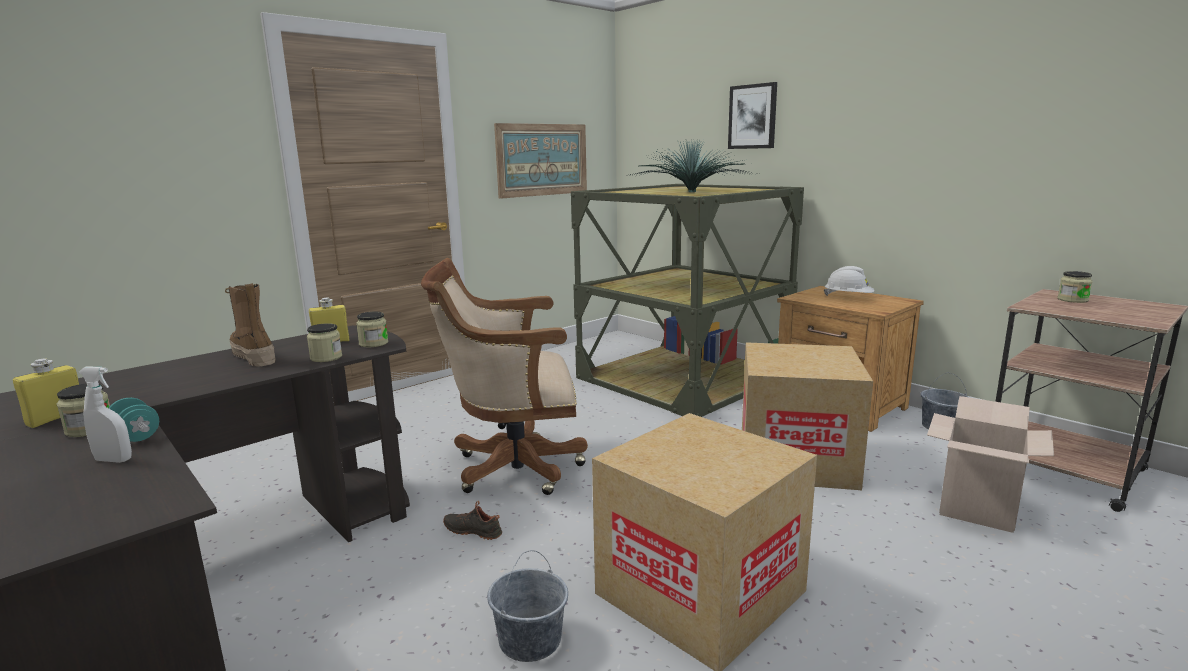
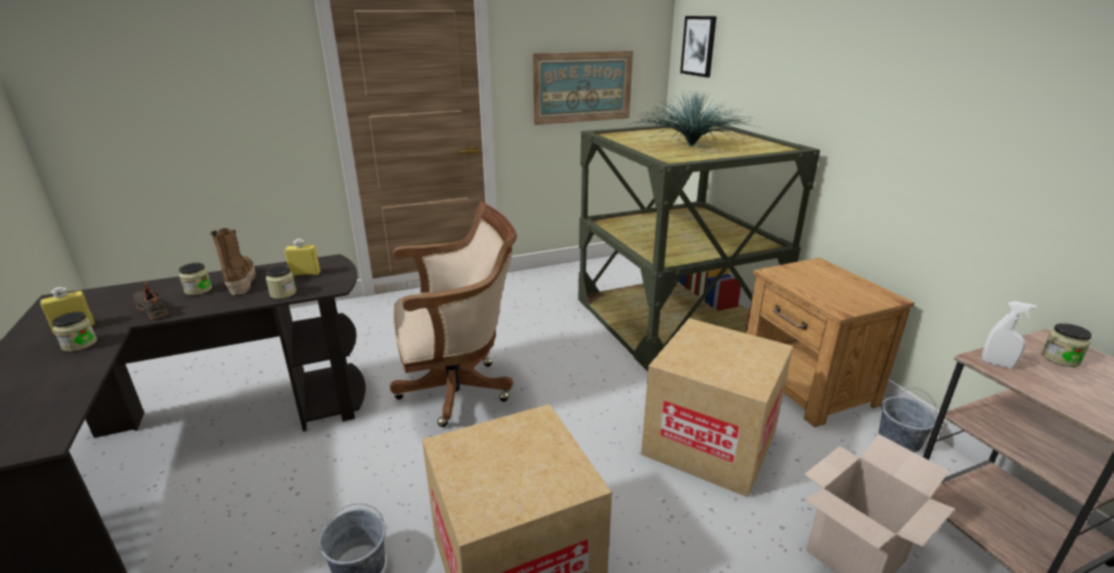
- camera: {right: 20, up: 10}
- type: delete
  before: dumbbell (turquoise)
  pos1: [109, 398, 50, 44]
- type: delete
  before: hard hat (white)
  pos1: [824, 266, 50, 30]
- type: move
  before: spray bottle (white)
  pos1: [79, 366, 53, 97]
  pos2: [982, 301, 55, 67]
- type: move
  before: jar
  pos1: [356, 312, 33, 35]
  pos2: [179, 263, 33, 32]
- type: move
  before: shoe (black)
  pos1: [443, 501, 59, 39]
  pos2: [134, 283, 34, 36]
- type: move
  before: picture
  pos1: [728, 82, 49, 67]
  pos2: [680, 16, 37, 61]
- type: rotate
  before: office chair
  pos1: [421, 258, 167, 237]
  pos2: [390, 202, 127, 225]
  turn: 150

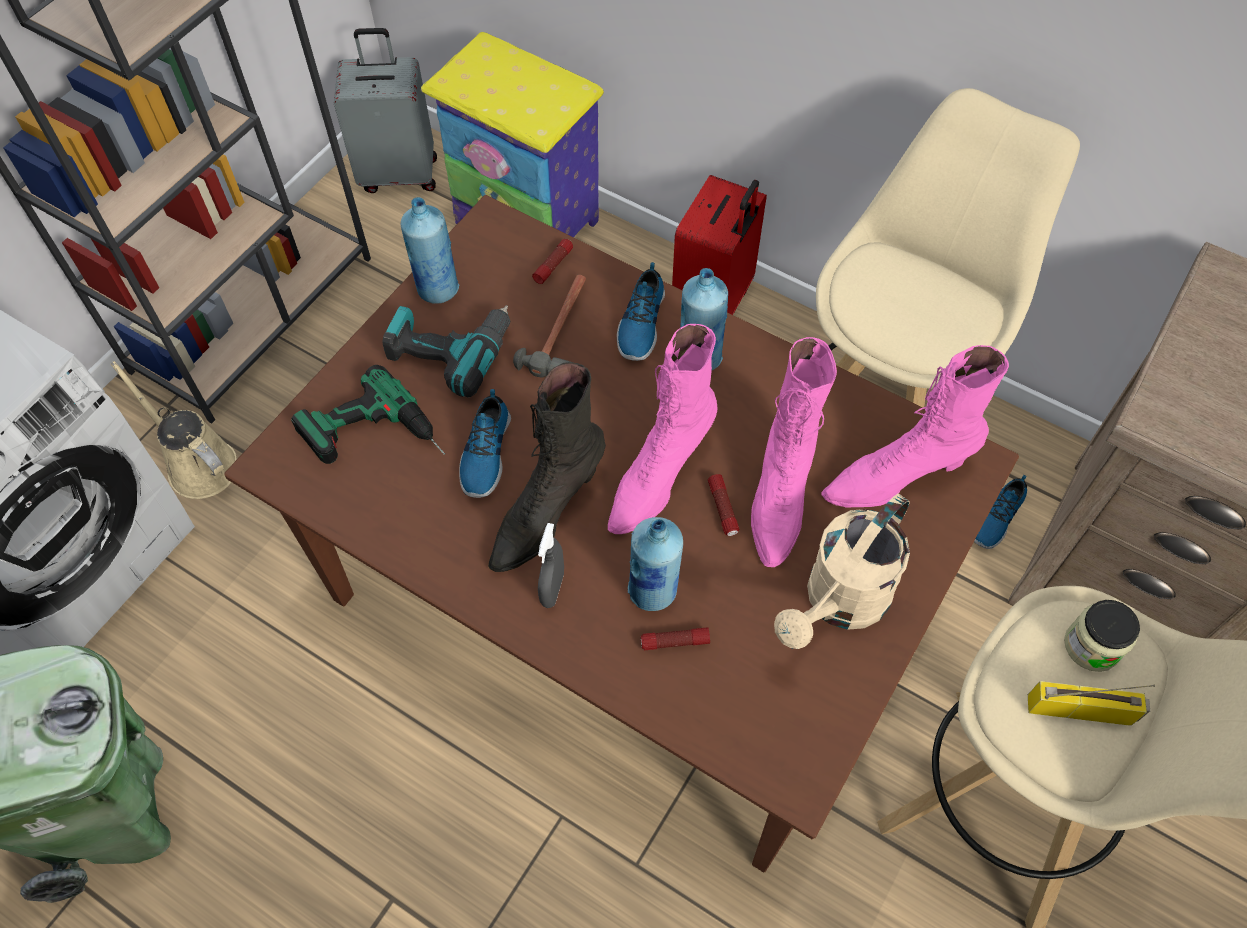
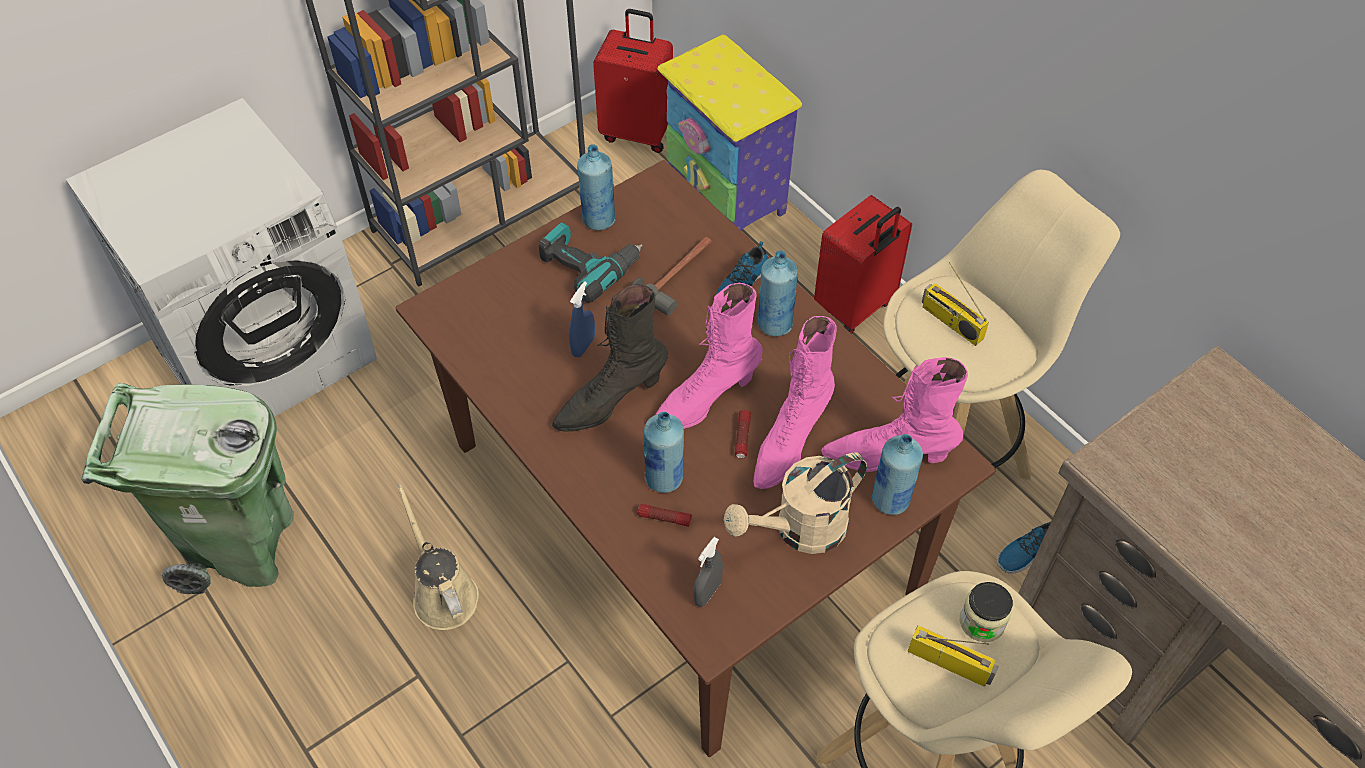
- camera: {right: 20, up: -5}
- type: delete
  before: power drill
  pos1: [291, 365, 154, 99]
- type: delete
  before: flashlight
  pos1: [532, 239, 41, 45]
- type: insert
  after: bottle (blue)
  pos2: [872, 434, 51, 81]
- type: insert
  after: radio
  pos2: [922, 262, 67, 84]
- type: move
  before: watering can (beige)
  pos1: [111, 361, 126, 138]
  pos2: [397, 484, 82, 146]
- type: move
  before: spray bottle (grey)
  pos1: [538, 523, 26, 85]
  pos2: [693, 537, 30, 70]
- type: replace
  before: shoe
  after: spray bottle (blue)
  pos1: [459, 389, 52, 109]
  pos2: [569, 281, 26, 76]
- type: recolor
  before: suitcase (grey)
  after: suitcase (red)
  pos1: [334, 28, 103, 165]
  pos2: [593, 9, 80, 144]

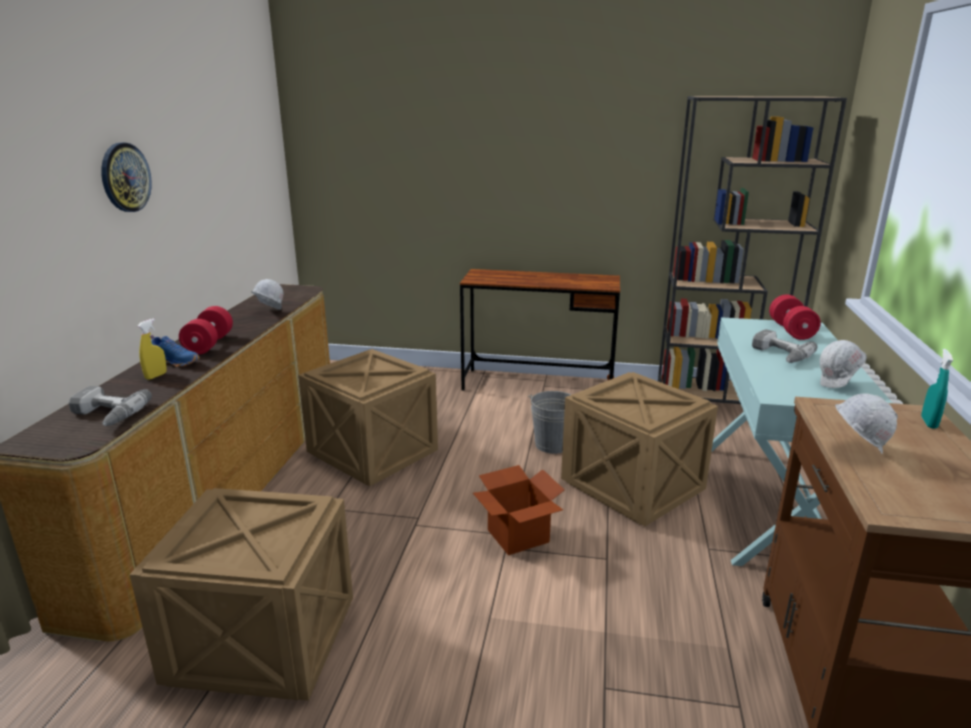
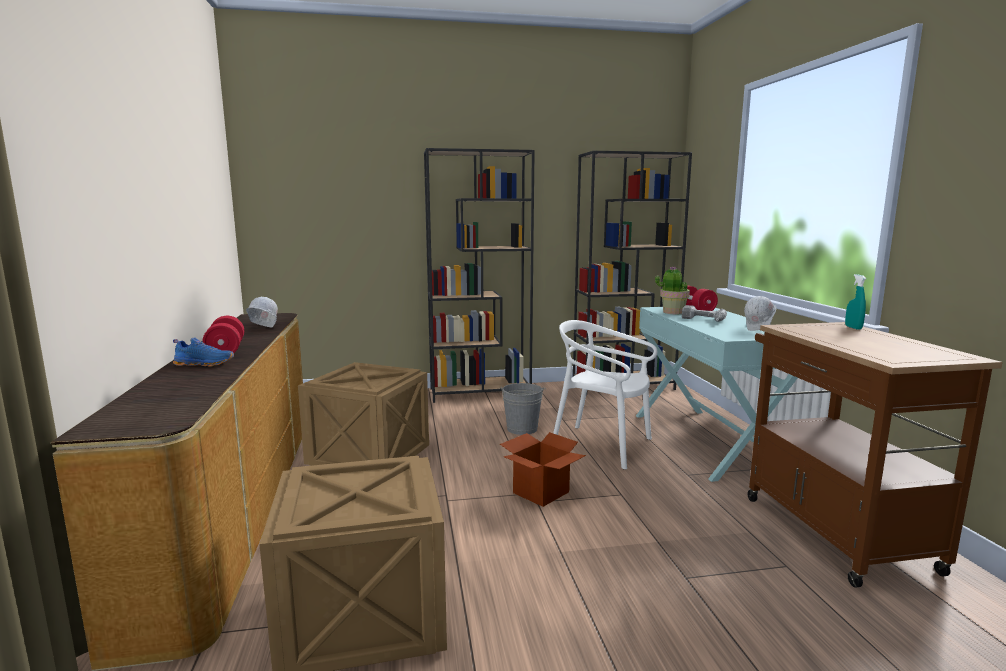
- camera: {right: -20, up: -10}
- type: delete
  before: power drill
  pos1: [69, 386, 83, 40]
- type: delete
  before: wall clock
  pos1: [101, 143, 51, 69]
- type: delete
  before: spray bottle (yellow)
  pos1: [138, 318, 29, 62]
- type: delete
  before: hard hat (white)
  pos1: [836, 394, 62, 59]
- type: insert
  after: potted plant
  pos2: [655, 266, 35, 48]
- type: replace
  before: desk (brown)
  after: bookcase
  pos1: [460, 269, 160, 122]
  pos2: [424, 148, 111, 255]
- type: replace
  before: crate
  after: chair (white)
  pos1: [561, 372, 157, 154]
  pos2: [553, 320, 104, 150]

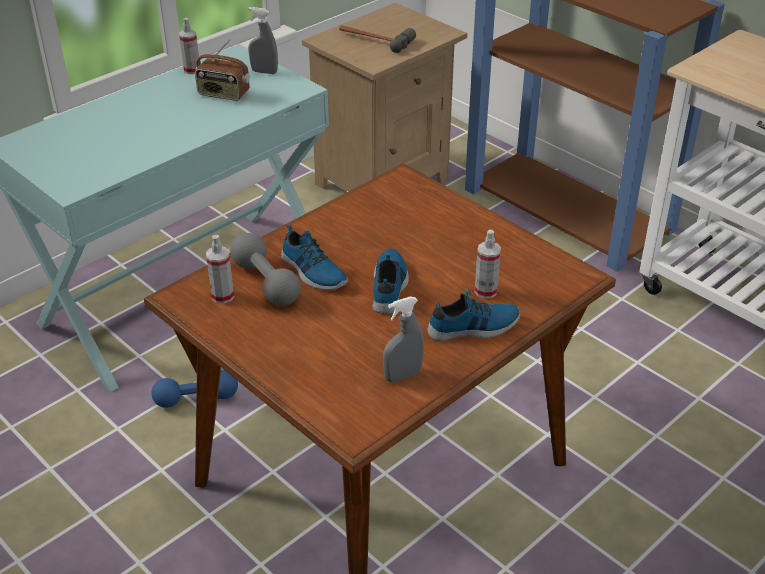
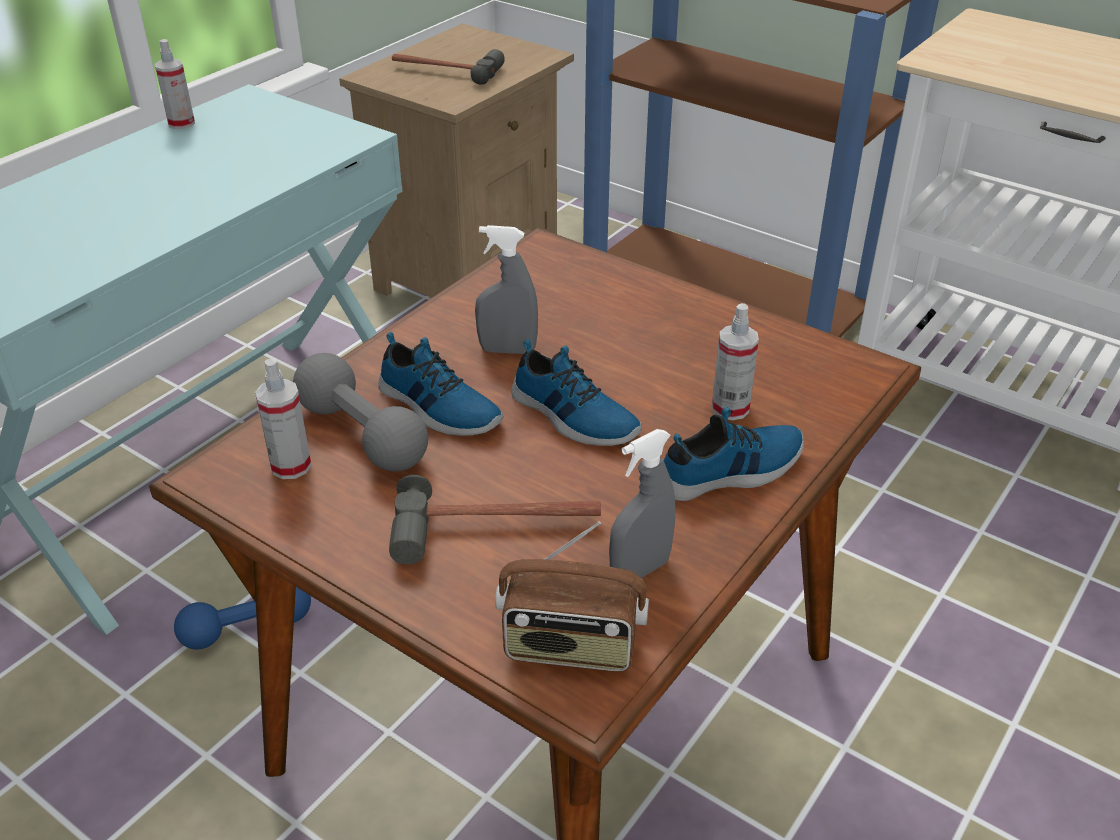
- camera: {right: -10, up: 0}
- type: insert
  after: hammer
  pos2: [389, 475, 212, 89]
- type: move
  before: radio
  pos1: [195, 39, 55, 62]
  pos2: [495, 521, 154, 151]
- type: move
  before: spray bottle (grey)
  pos1: [248, 7, 30, 67]
  pos2: [475, 225, 63, 129]
- type: rotate
  before: shoe
  pos1: [373, 249, 36, 65]
  pos2: [512, 339, 130, 107]
  turn: 135

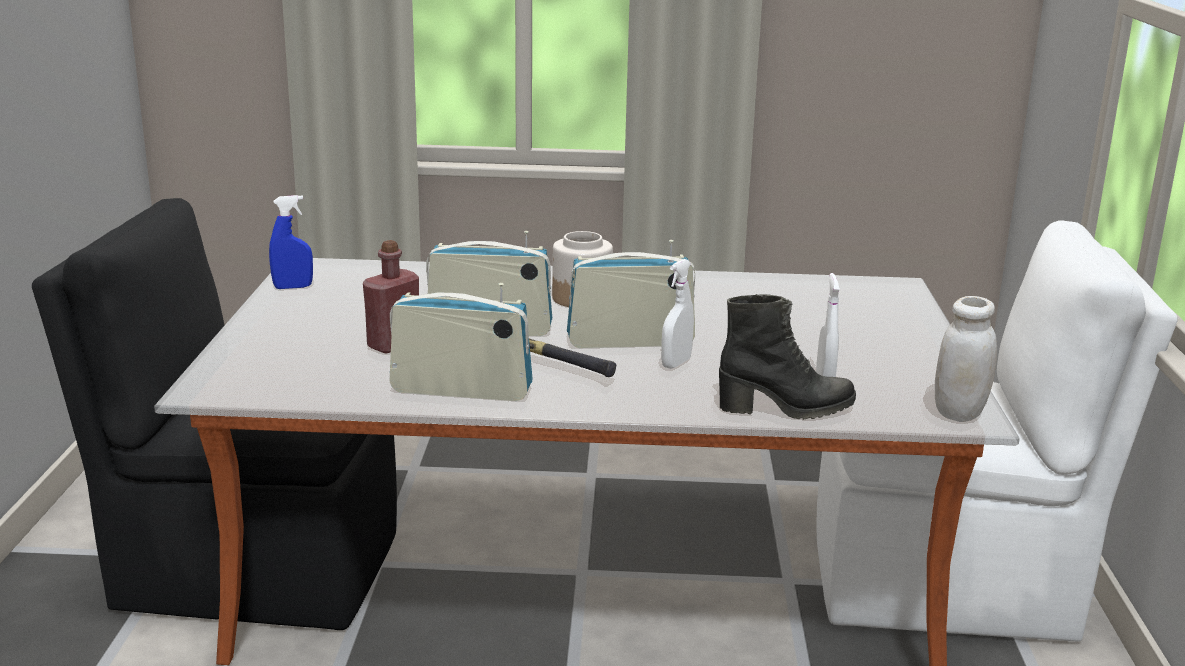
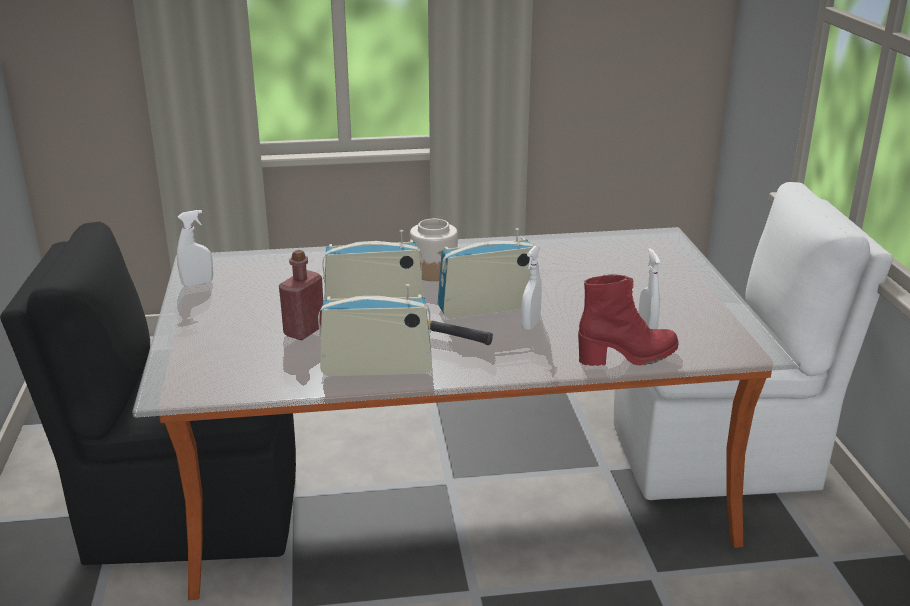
- camera: {right: -10, up: 5}
- type: delete
  before: jar (white)
  pos1: [935, 296, 62, 126]
- type: recolor
  before: spray bottle (blue)
  after: spray bottle (white)
  pos1: [269, 195, 44, 94]
  pos2: [177, 210, 36, 77]
- type: recolor
  before: boot (black)
  after: boot (red)
  pos1: [719, 294, 137, 126]
  pos2: [578, 274, 101, 92]

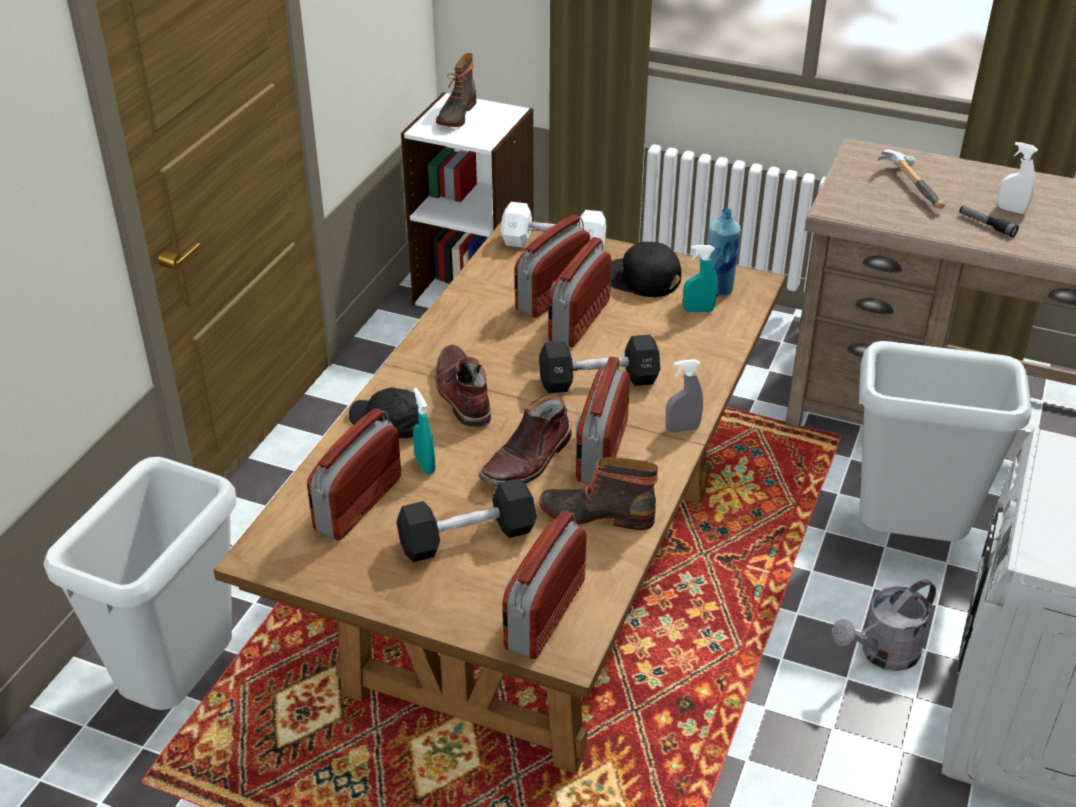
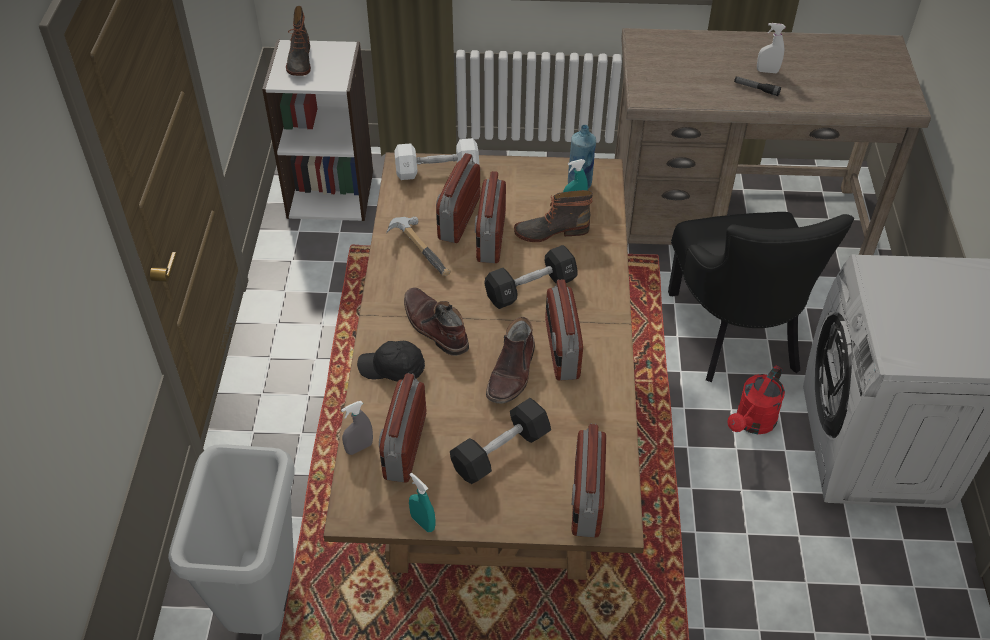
- camera: {right: -20, up: 10}
- type: delete
  before: cap (black)
  pos1: [610, 242, 71, 55]
- type: move
  before: spray bottle (turquoise)
  pos1: [413, 388, 22, 87]
  pos2: [409, 473, 26, 59]
- type: move
  before: boot
  pos1: [539, 457, 119, 73]
  pos2: [514, 190, 79, 52]
- type: move
  before: spray bottle (grey)
  pos1: [666, 359, 37, 74]
  pos2: [341, 401, 32, 54]
- type: move
  before: hammer
  pos1: [878, 149, 67, 60]
  pos2: [386, 217, 65, 59]
- type: replace
  before: trash can (grey)
  after: chair (black)
  pos1: [859, 341, 173, 200]
  pos2: [668, 212, 186, 170]
- type: recolor
  before: watering can (grey)
  after: watering can (red)
  pos1: [832, 579, 104, 92]
  pos2: [727, 365, 58, 69]

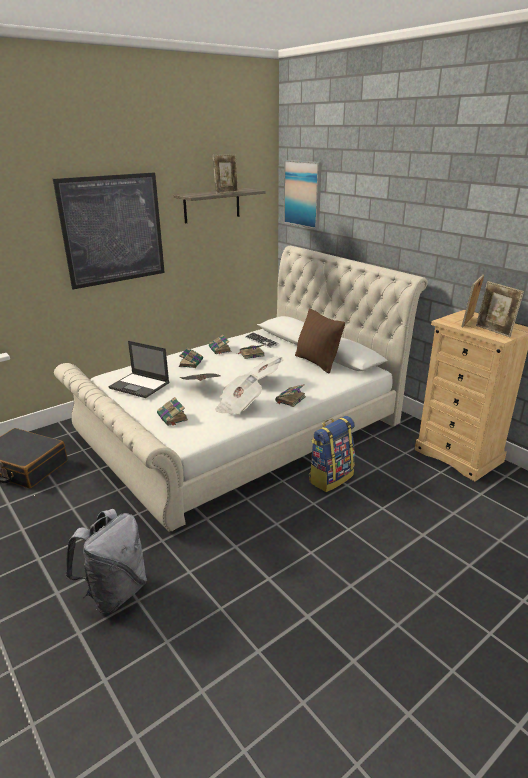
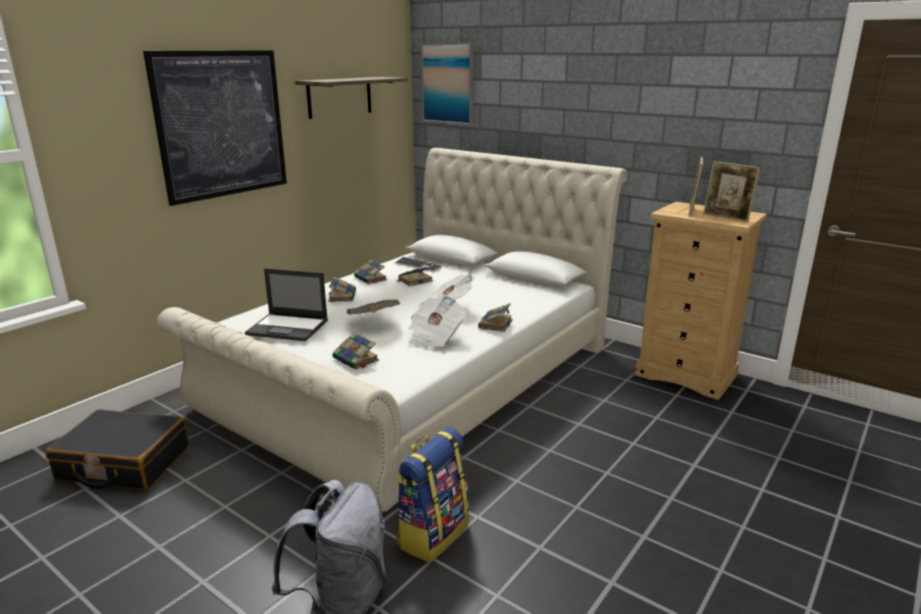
- camera: {right: -15, up: -5}
- type: delete
  before: picture frame
  pos1: [213, 154, 26, 40]
- type: delete
  before: pillow (brown)
  pos1: [295, 308, 50, 65]
- type: move
  before: backpack
  pos1: [309, 416, 46, 76]
  pos2: [396, 427, 73, 135]

